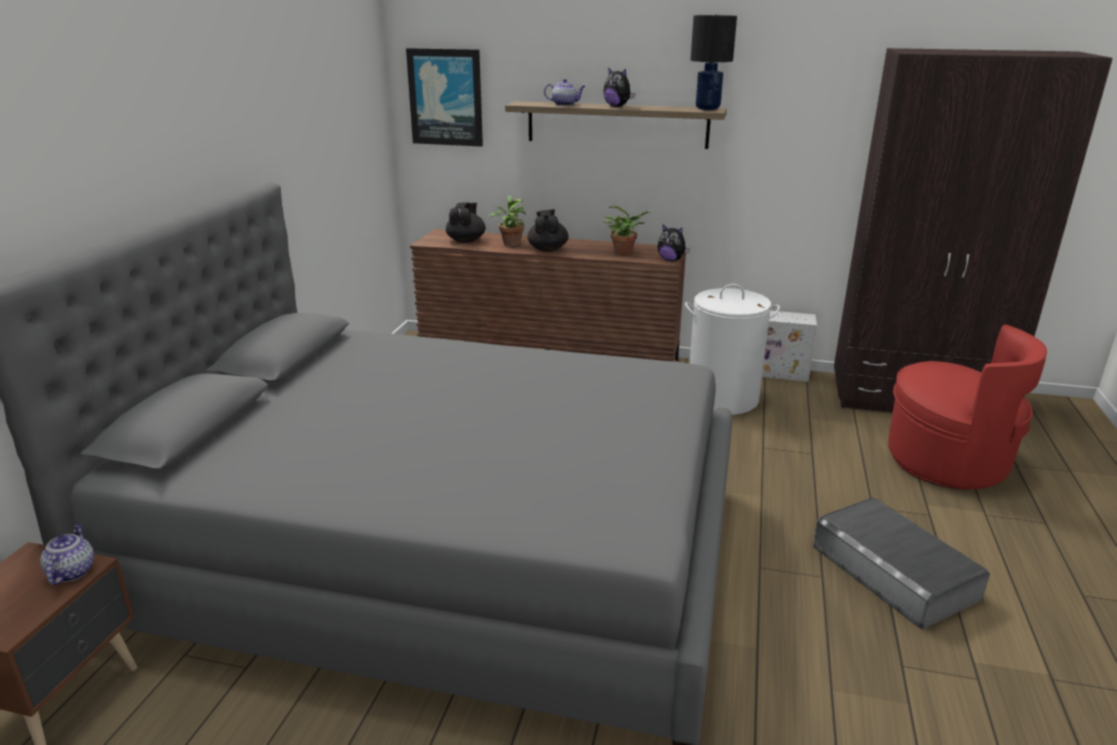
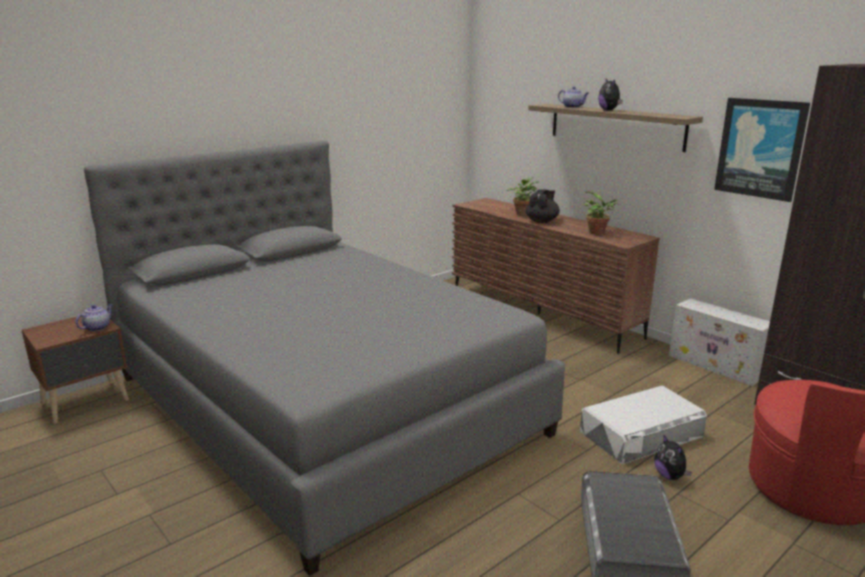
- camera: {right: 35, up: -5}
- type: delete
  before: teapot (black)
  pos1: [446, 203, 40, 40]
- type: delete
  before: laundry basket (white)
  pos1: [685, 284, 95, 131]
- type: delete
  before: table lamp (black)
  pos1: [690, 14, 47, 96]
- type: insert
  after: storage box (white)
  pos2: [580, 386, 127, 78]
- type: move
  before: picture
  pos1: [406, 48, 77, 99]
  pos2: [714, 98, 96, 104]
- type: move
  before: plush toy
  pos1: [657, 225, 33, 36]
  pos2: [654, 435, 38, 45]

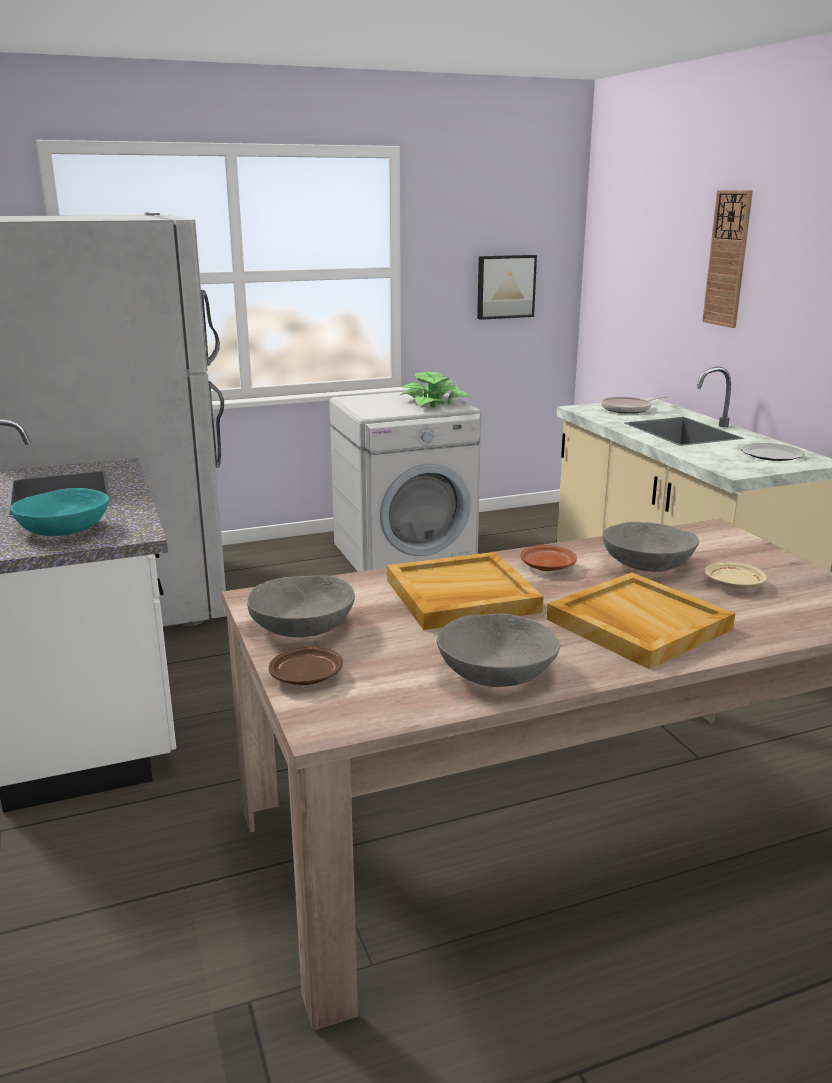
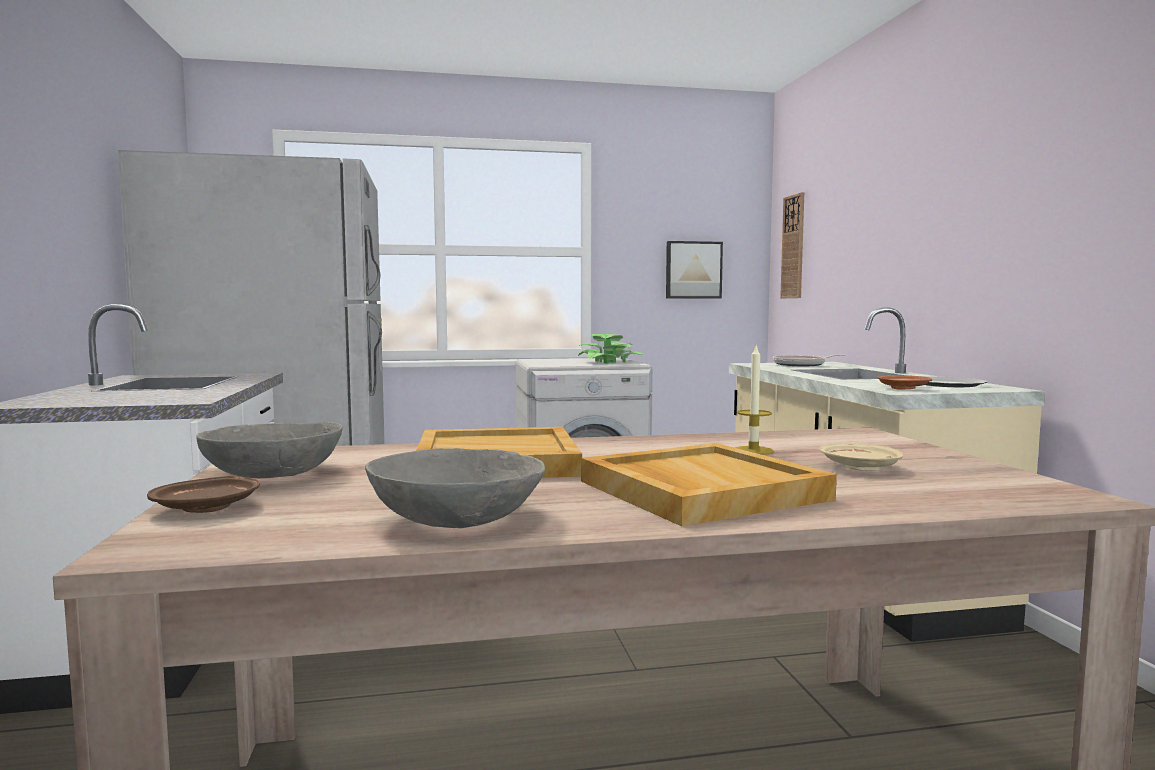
- camera: {right: 10, up: -15}
- type: delete
  before: bowl (turquoise)
  pos1: [11, 488, 98, 48]
- type: move
  before: plate (brown)
  pos1: [520, 545, 57, 26]
  pos2: [877, 375, 55, 15]
- type: move
  before: wall clock
  pos1: [702, 190, 51, 138]
  pos2: [780, 192, 24, 106]
- type: replace
  before: bowl (grey)
  after: candle
  pos1: [603, 522, 96, 50]
  pos2: [735, 346, 39, 109]

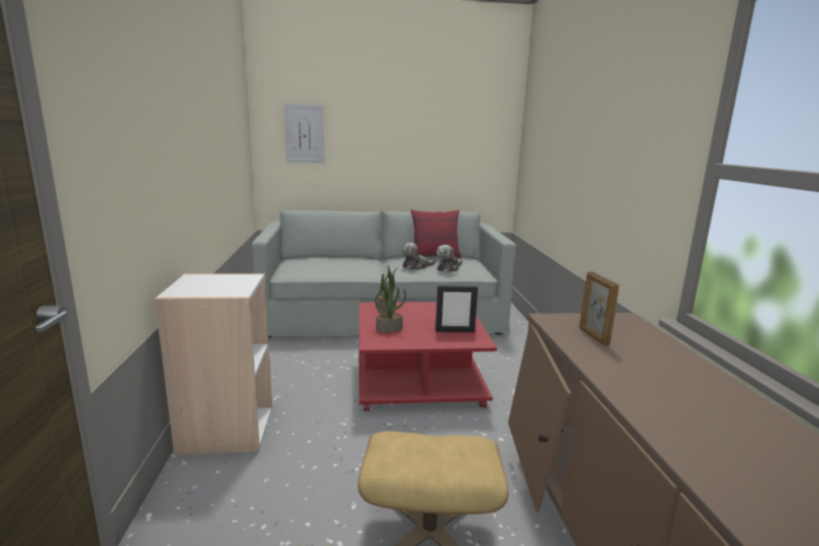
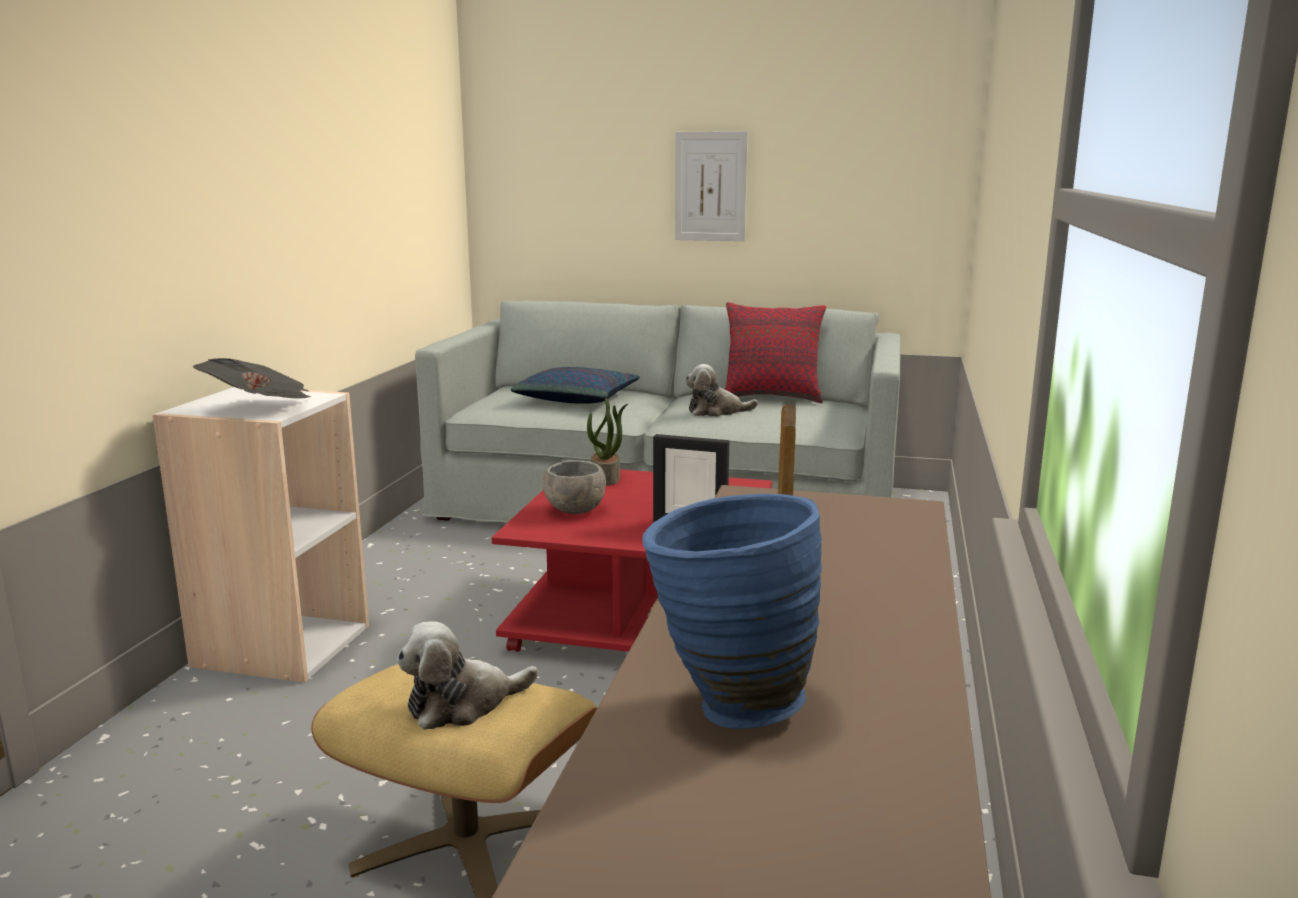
- camera: {right: 20, up: 0}
- type: insert
  after: newspaper
  pos2: [193, 358, 118, 41]
- type: insert
  after: pillow (blue)
  pos2: [511, 367, 129, 37]
- type: insert
  after: vase (blue)
  pos2: [642, 494, 180, 235]
- type: move
  before: picture
  pos1: [284, 104, 41, 59]
  pos2: [675, 131, 73, 110]
- type: move
  before: plush toy
  pos1: [436, 245, 27, 27]
  pos2: [397, 621, 141, 109]
- type: replace
  before: potted plant
  after: bowl (grey)
  pos1: [375, 281, 31, 52]
  pos2: [542, 460, 64, 54]

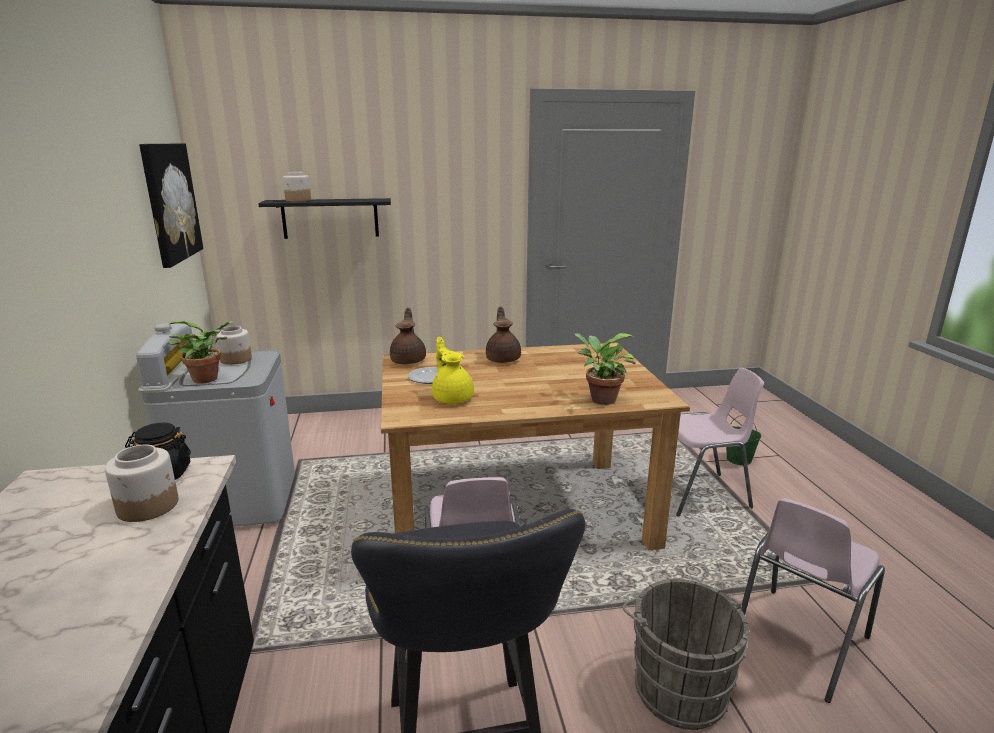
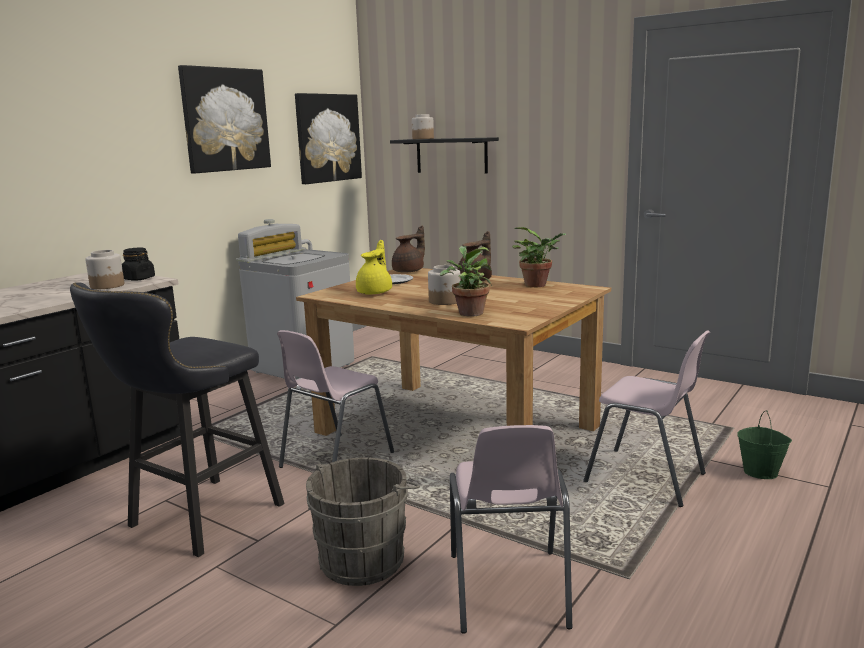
- camera: {right: 45, up: -5}
- type: insert
  after: picture
  pos2: [178, 65, 93, 108]
- type: move
  before: potted plant
  pos1: [168, 320, 66, 64]
  pos2: [512, 227, 54, 60]
- type: move
  before: jar
  pos1: [216, 326, 36, 39]
  pos2: [428, 265, 33, 40]
- type: rotate
  before: chair (pink)
  pos1: [741, 498, 144, 205]
  pos2: [450, 425, 122, 208]
  turn: -90

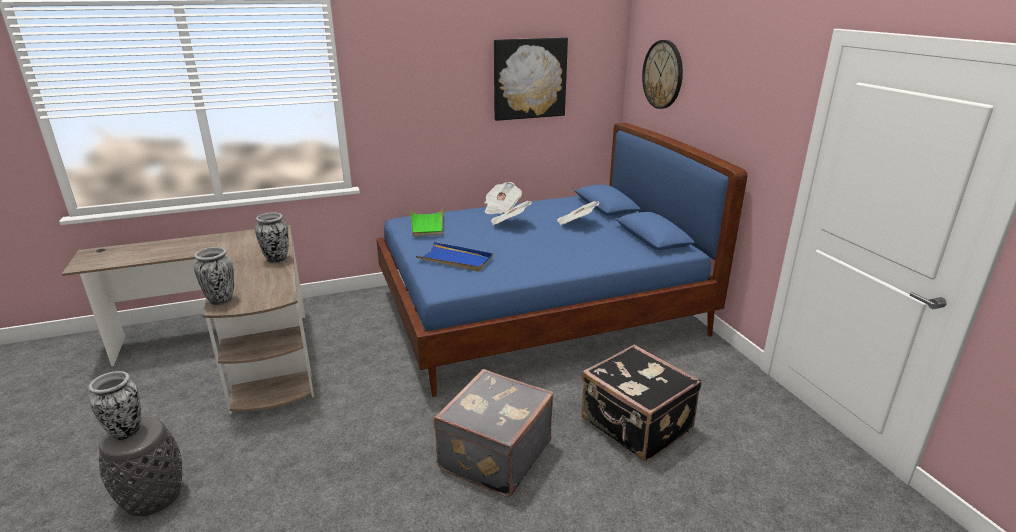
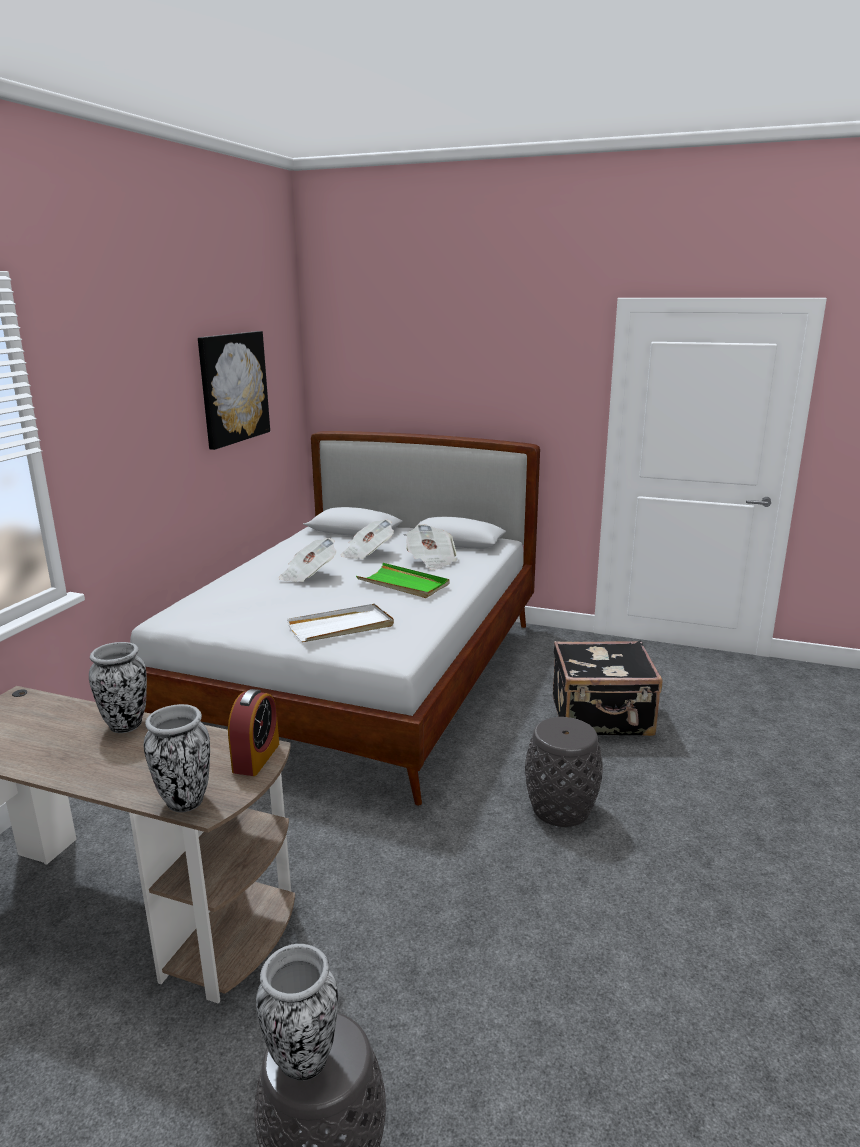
- camera: {right: -50, up: -5}
- type: delete
  before: wall clock
  pos1: [642, 40, 41, 69]
- type: insert
  after: alarm clock
  pos2: [228, 689, 51, 87]
- type: move
  before: tray (green)
  pos1: [410, 209, 33, 27]
  pos2: [356, 563, 93, 35]
- type: move
  before: newspaper
  pos1: [484, 182, 38, 32]
  pos2: [406, 524, 51, 46]
- type: replace
  before: suitcase (grey)
  after: stool (grey)
  pos1: [433, 369, 121, 128]
  pos2: [525, 717, 78, 110]
- type: recolor
  before: bed (blue)
  after: bed (white)
  pos1: [376, 123, 371, 274]
  pos2: [130, 431, 410, 375]
- type: recolor
  before: tray (blue)
  after: tray (white)
  pos1: [416, 242, 77, 30]
  pos2: [287, 604, 107, 38]

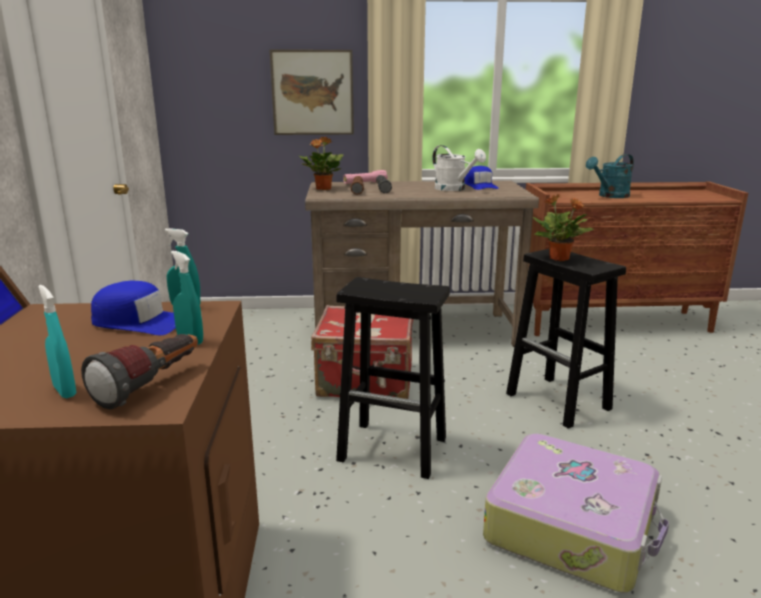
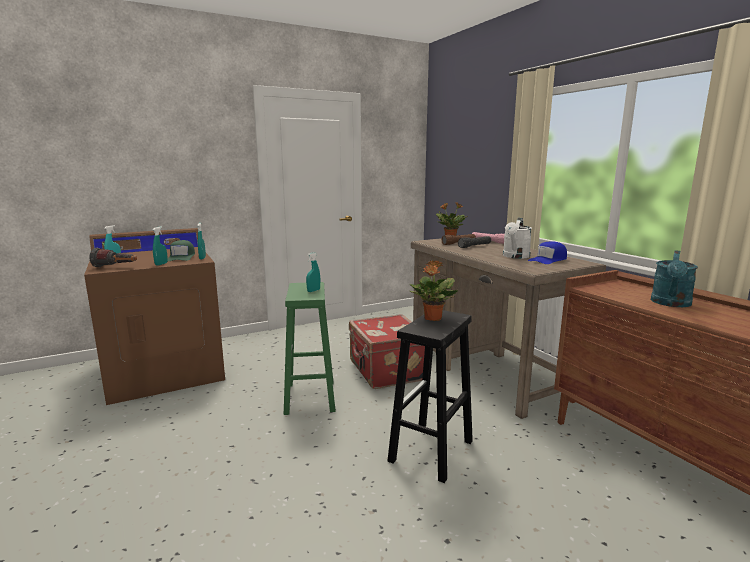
- camera: {right: 65, up: -5}
- type: delete
  before: picture
  pos1: [269, 49, 85, 86]
- type: delete
  before: suitcase
  pos1: [483, 434, 186, 159]
- type: insert
  after: spray bottle (turquoise)
  pos2: [306, 252, 14, 40]
- type: recolor
  before: cap (blue)
  after: cap (green)
  pos1: [91, 280, 85, 55]
  pos2: [168, 240, 27, 21]
- type: recolor
  before: stool (black)
  after: stool (green)
  pos1: [336, 277, 114, 202]
  pos2: [284, 282, 51, 133]
- type: rotate
  before: watering can (turquoise)
  pos1: [586, 154, 48, 44]
  pos2: [651, 250, 47, 57]
  turn: -90

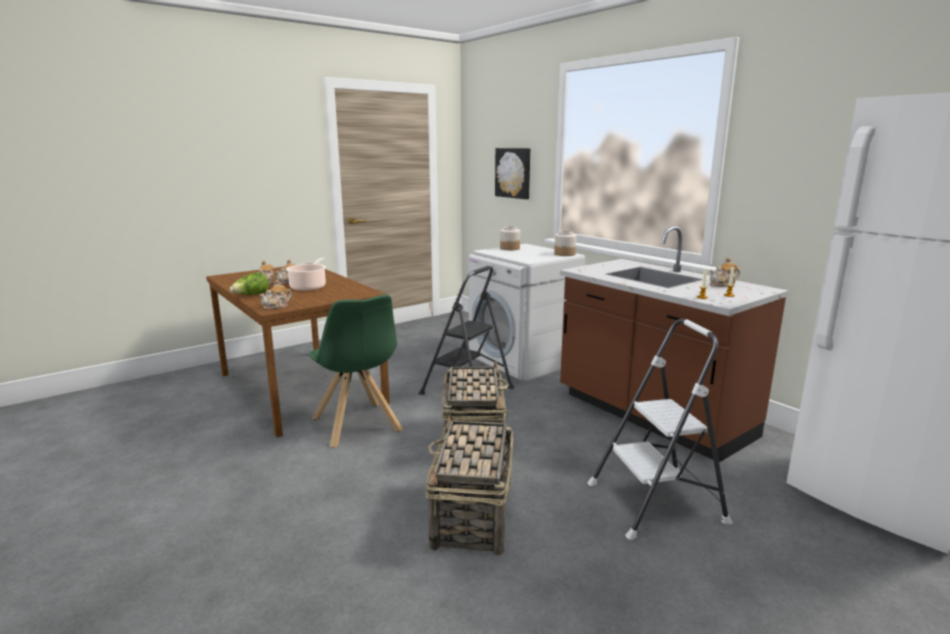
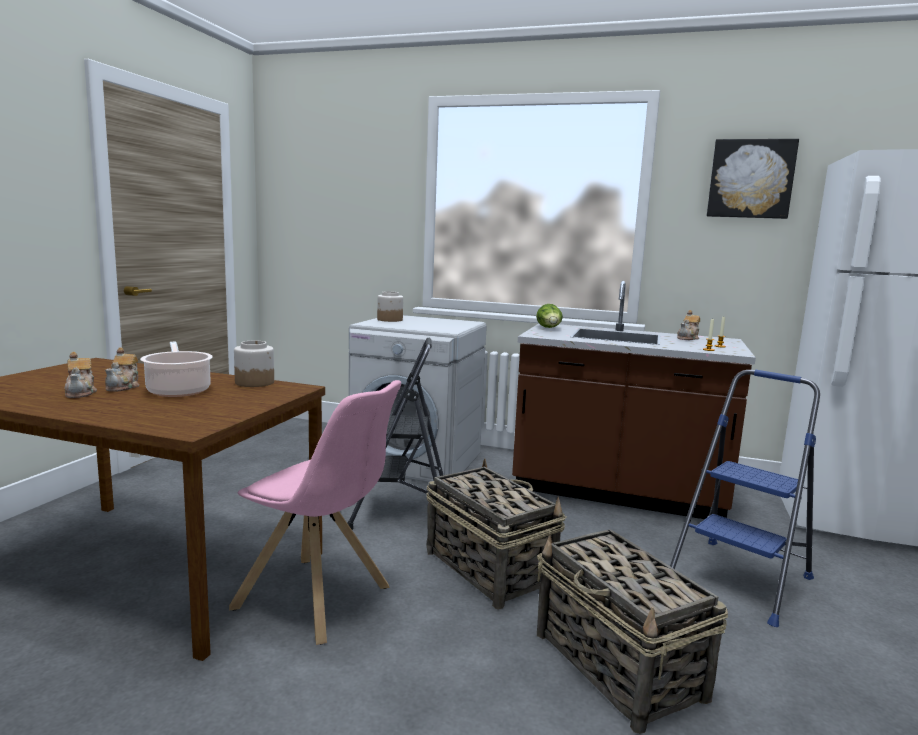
- camera: {right: -35, up: -5}
- type: delete
  before: teapot
  pos1: [259, 280, 33, 30]
- type: move
  before: lettuce
  pos1: [230, 272, 39, 23]
  pos2: [536, 304, 27, 24]
- type: move
  before: picture
  pos1: [495, 148, 35, 51]
  pos2: [707, 139, 92, 80]
- type: move
  before: jar
  pos1: [554, 231, 22, 25]
  pos2: [234, 340, 40, 47]
- type: recolor
  before: chair (green)
  after: chair (pink)
  pos1: [309, 294, 94, 154]
  pos2: [229, 380, 172, 265]
- type: recolor
  before: step ladder (white)
  after: step ladder (blue)
  pos1: [588, 319, 144, 221]
  pos2: [670, 370, 150, 257]

